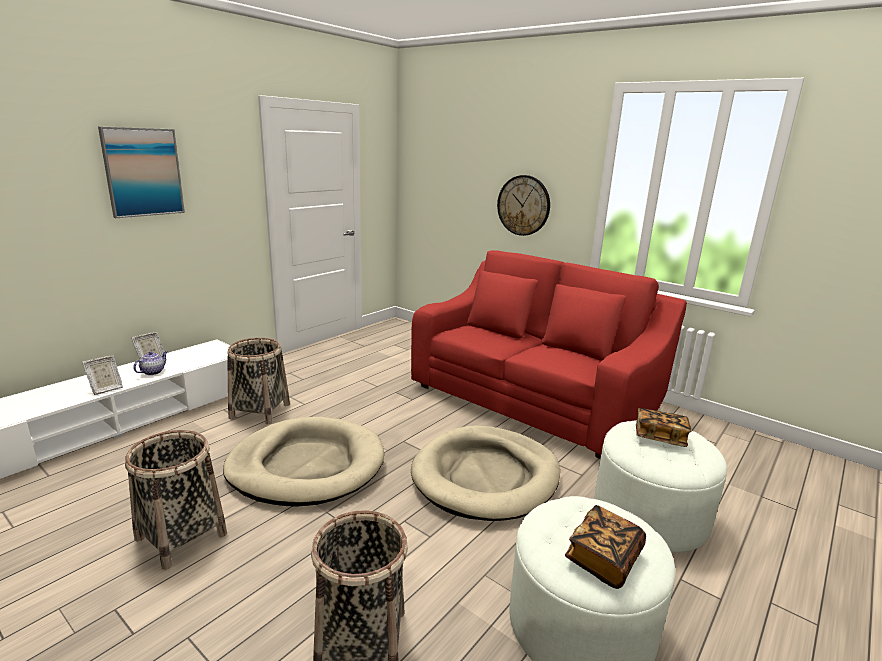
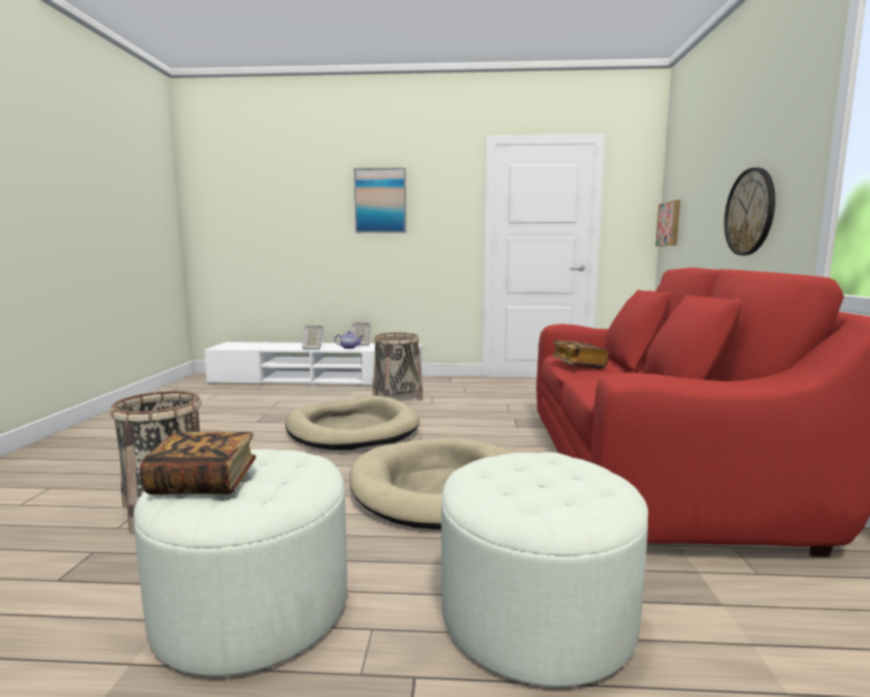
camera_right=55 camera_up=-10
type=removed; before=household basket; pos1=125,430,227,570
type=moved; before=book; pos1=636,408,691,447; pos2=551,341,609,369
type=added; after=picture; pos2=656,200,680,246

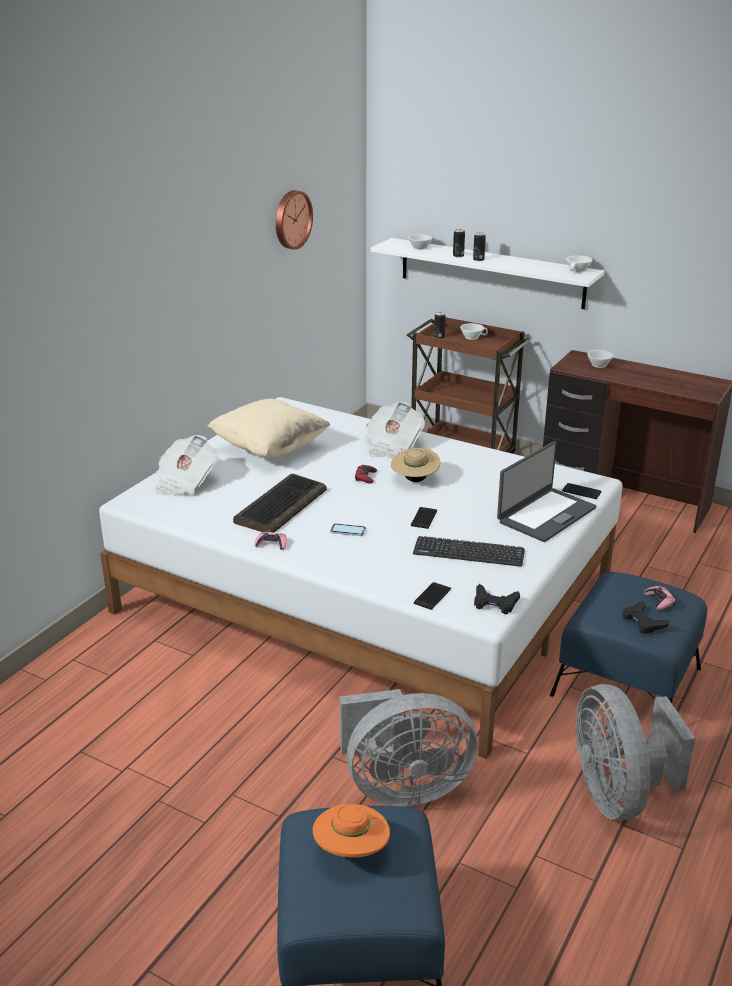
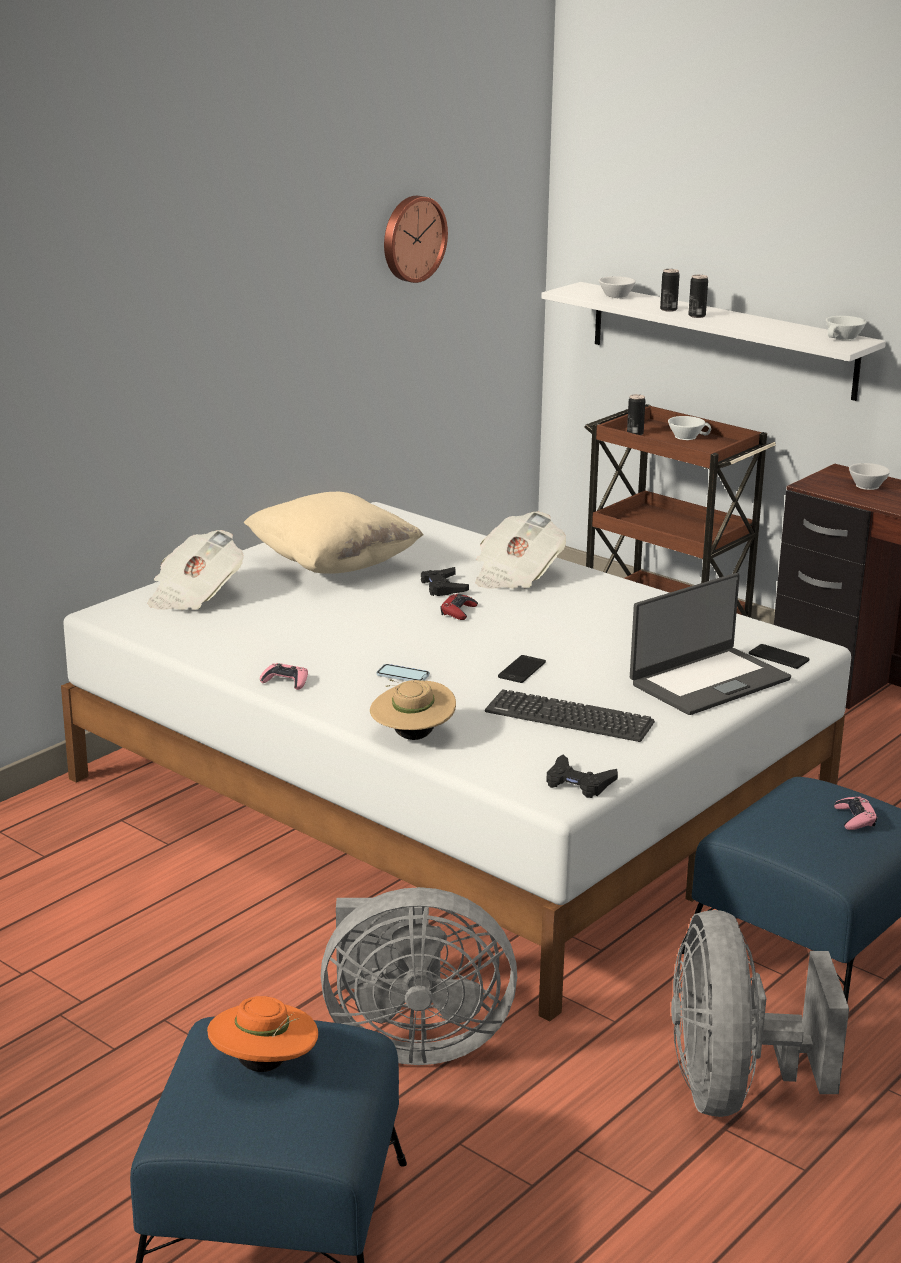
camera_right=10 camera_up=-5
type=removed; before=computer keyboard; pos1=233,474,327,533
type=moved; before=clothing hat in sand-coloured; pos1=391,447,440,482; pos2=370,679,456,740
type=removed; before=telephone; pos1=414,582,451,610
type=moved; before=gamepad in blackish; pos1=622,601,669,634; pos2=421,567,469,596

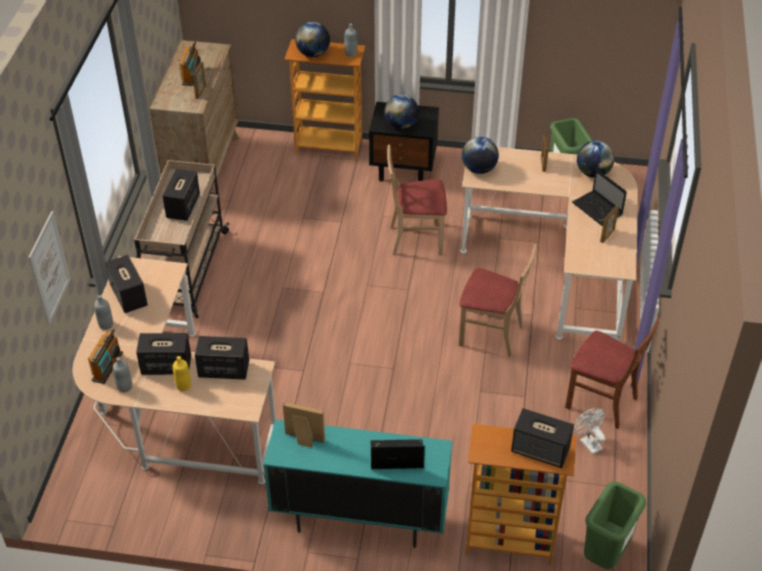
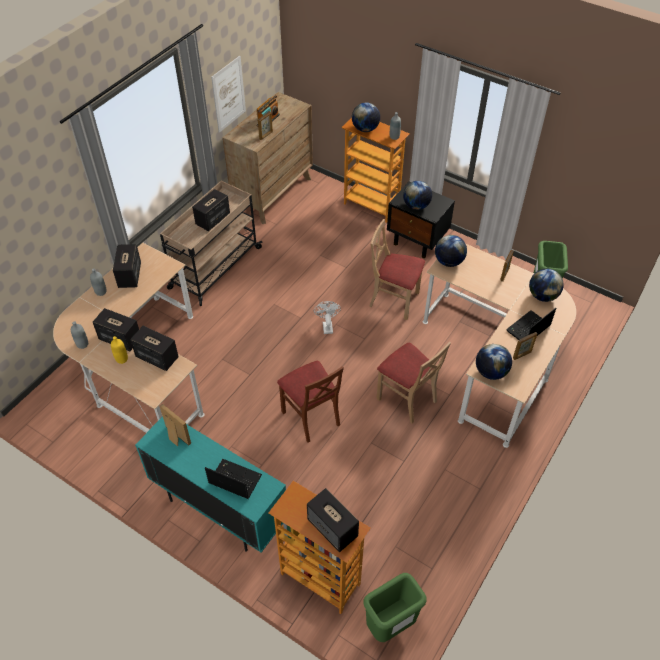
camera_right=25 camera_up=5
type=moved; before=picture; pos1=28,211,71,325; pos2=211,56,246,133
type=removed; before=radio; pos1=88,329,123,384
type=moved; before=plain chair in brownish; pos1=565,316,660,429; pos2=277,361,344,443
type=turned; before=notebook computer; pos1=572,169,627,226; pos2=506,308,556,340; turn=60
type=moved; before=fan in white; pos1=574,408,606,454; pos2=314,301,341,334
type=added; after=desk globe; pos2=476,344,512,380

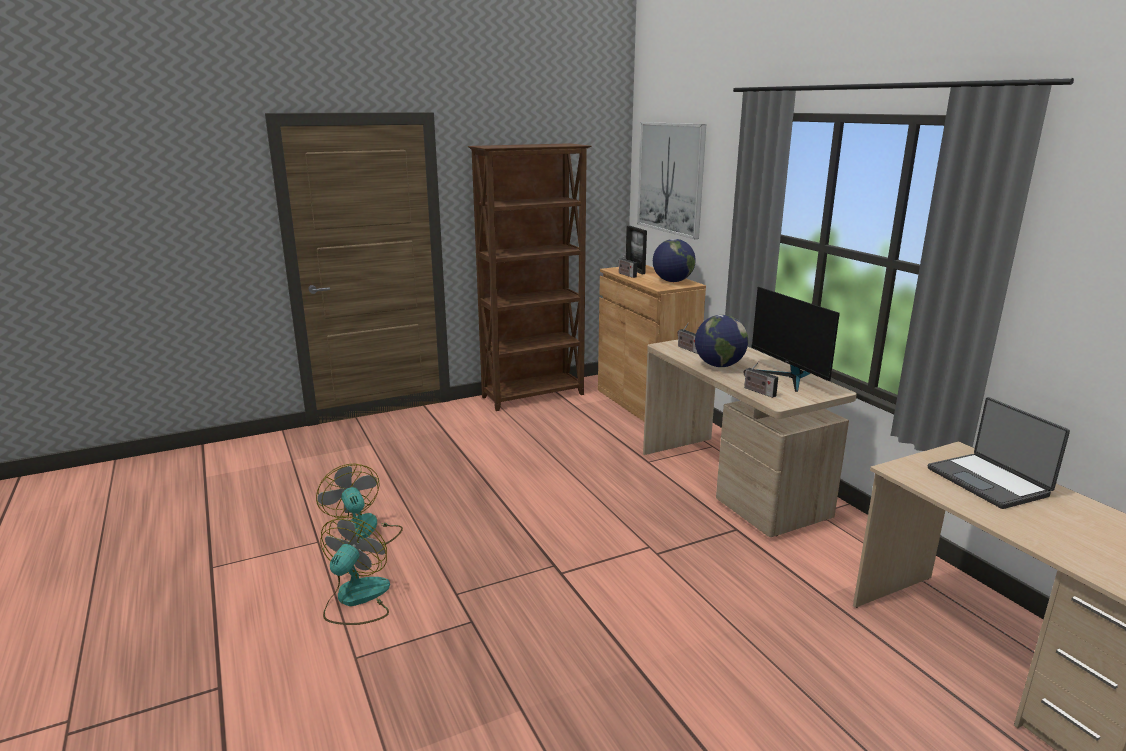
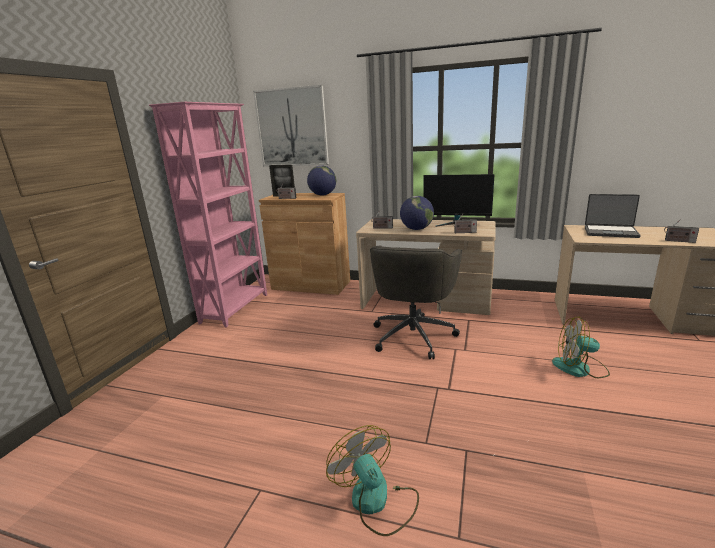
camera_right=-45 camera_up=0
type=moved; before=fan; pos1=316,464,403,552; pos2=552,317,610,378
type=recoloured; before=bookcase in brownish; after=bookcase in pink-coloured; pos1=468,143,591,411; pos2=149,102,267,327
type=added; after=office chair in greyish; pos2=370,245,462,359
type=added; after=radio; pos2=664,219,699,243

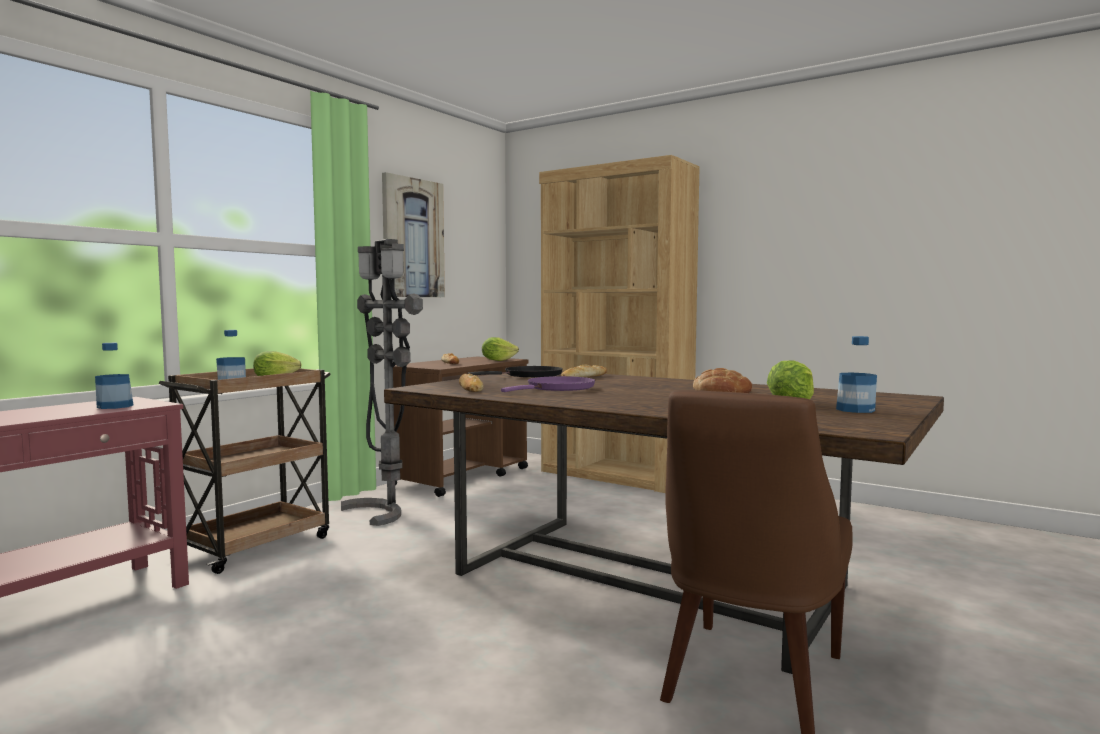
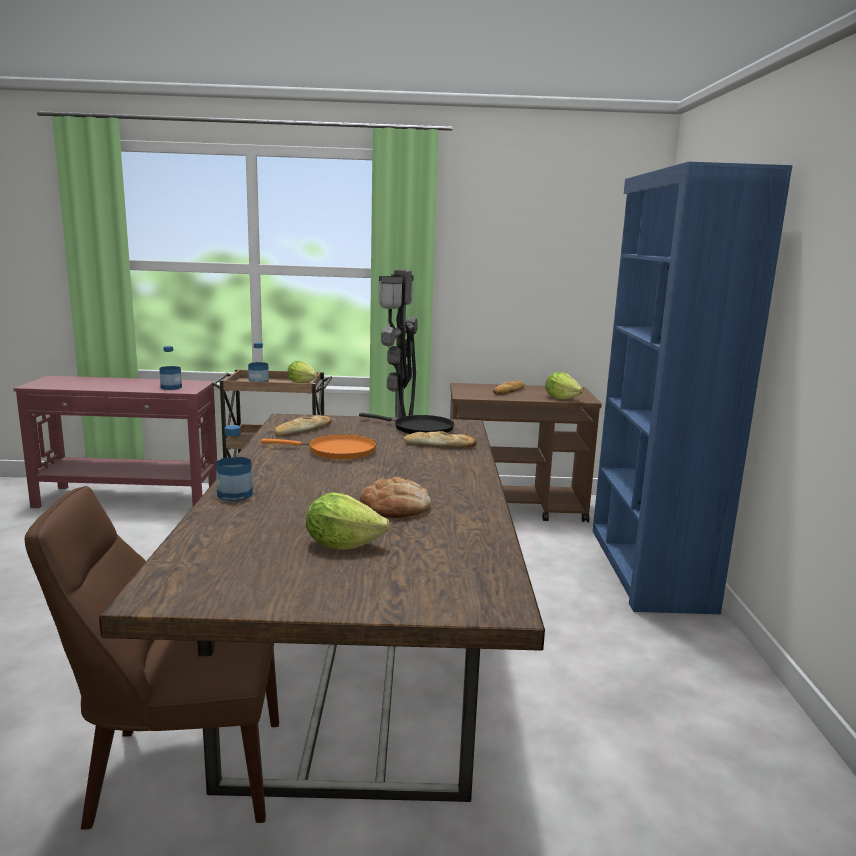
camera_right=55 camera_up=10
type=removed; before=picture; pos1=382,172,445,297
type=recoloured; before=frying pan in purplish; after=frying pan in orange; pos1=501,376,595,392; pos2=261,434,377,460
type=recoloured; before=bookcase in brownish; after=bookcase in blue; pos1=539,155,700,493; pos2=593,162,793,615
type=moved; before=beverage bottle; pos1=836,336,877,413; pos2=216,425,253,501

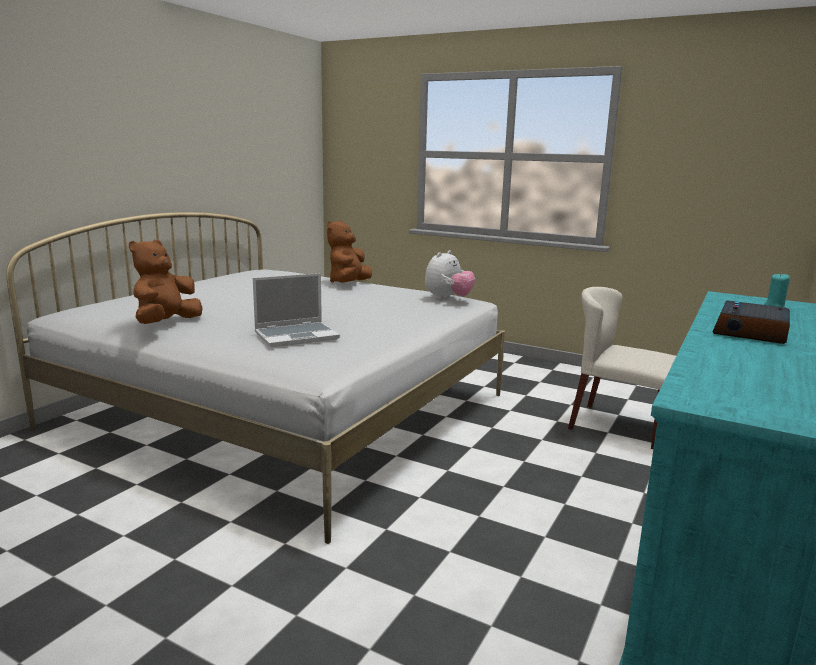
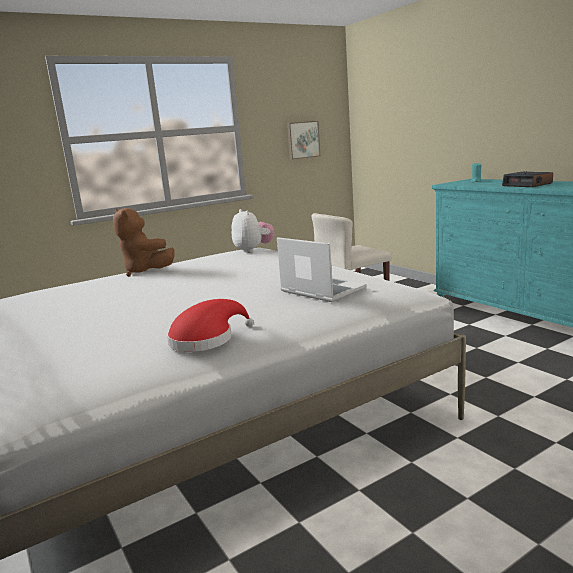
camera_right=-60 camera_up=0
type=replaced; before=plush toy in brownish; after=clothing hat in reddish; pos1=129,239,203,324; pos2=167,299,254,352
type=turned; before=notebook computer; pos1=253,273,340,347; pos2=277,237,367,302; turn=-45
type=added; after=picture; pos2=287,121,320,159

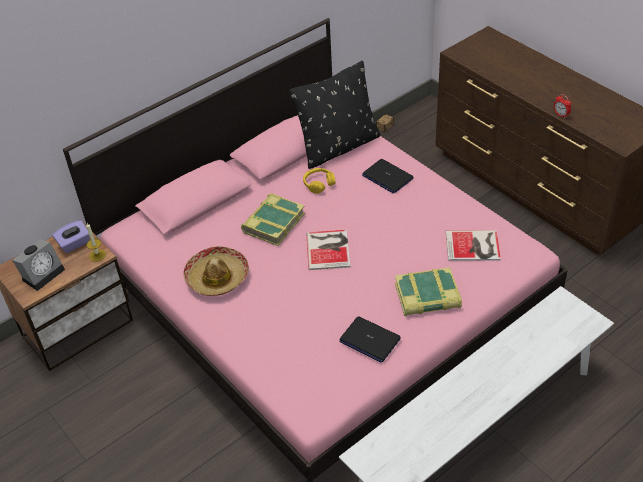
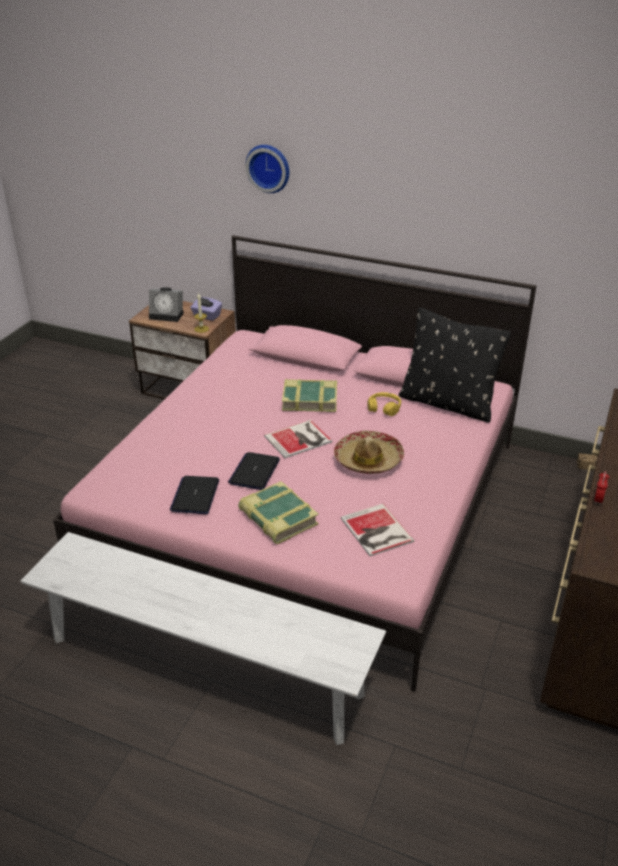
camera_right=60 camera_up=-10
type=moved; before=clothing hat; pos1=184,246,249,296; pos2=334,431,404,474
type=moved; before=notebook computer; pos1=362,159,414,193; pos2=228,452,280,490
type=added; after=clock on the wall; pos2=245,145,289,193

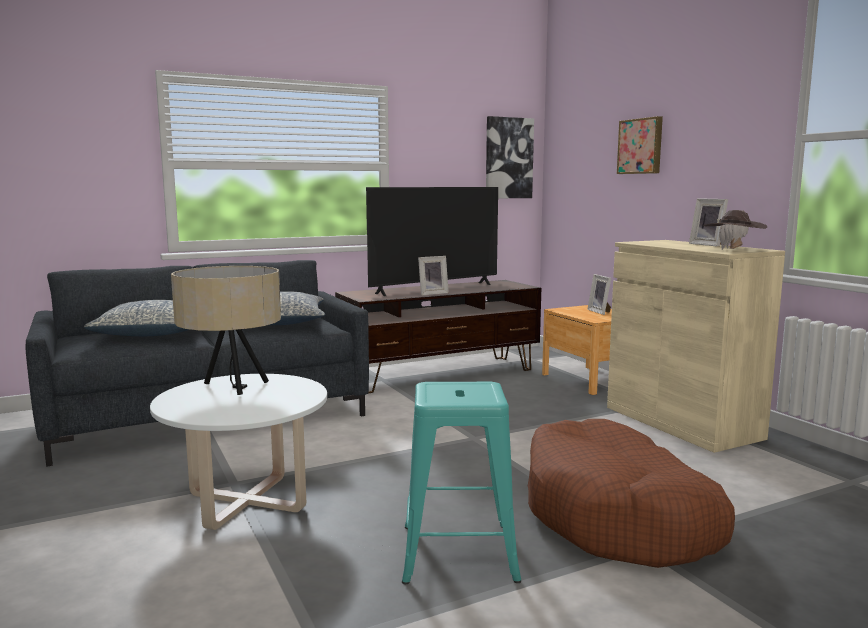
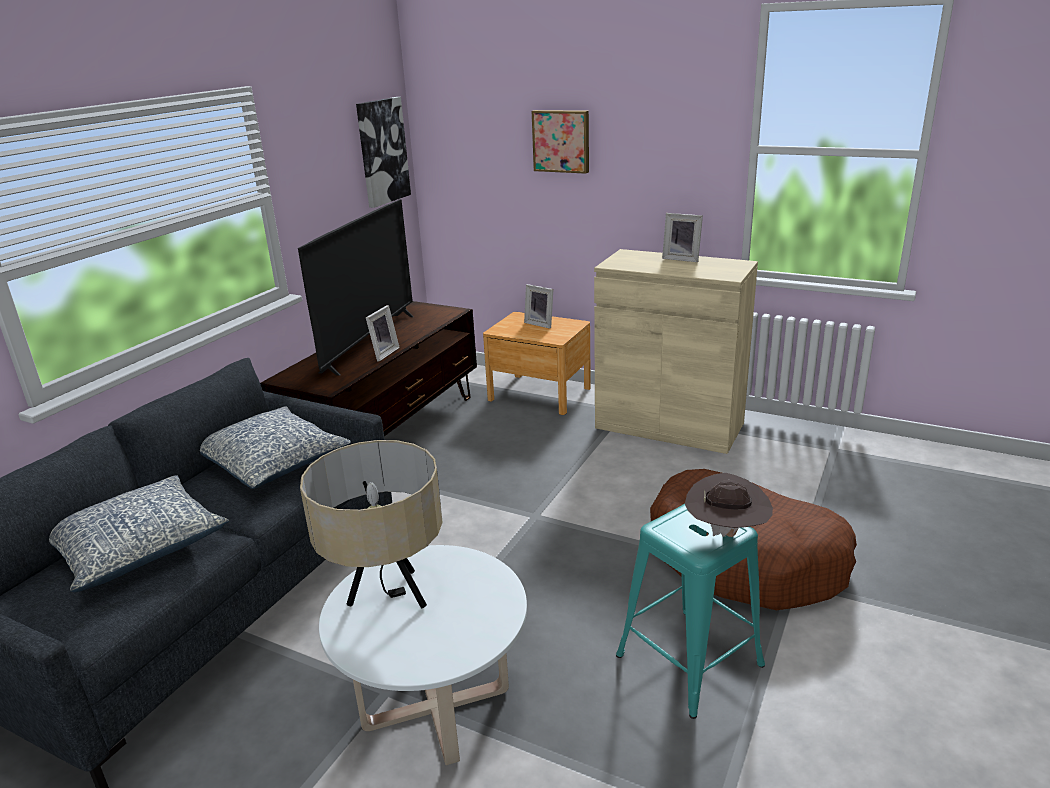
camera_right=-35 camera_up=15
type=moved; before=clothing hat in brownish; pos1=703,210,767,250; pos2=685,473,773,537

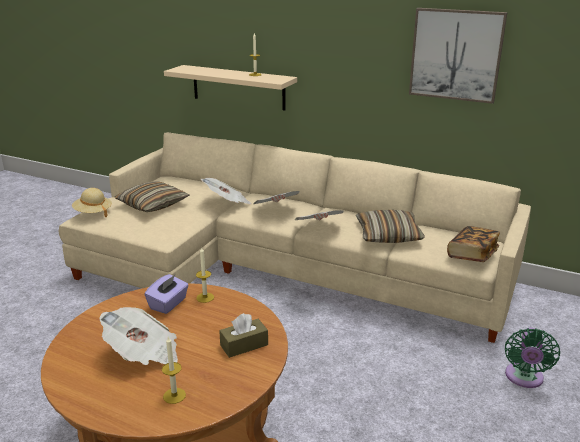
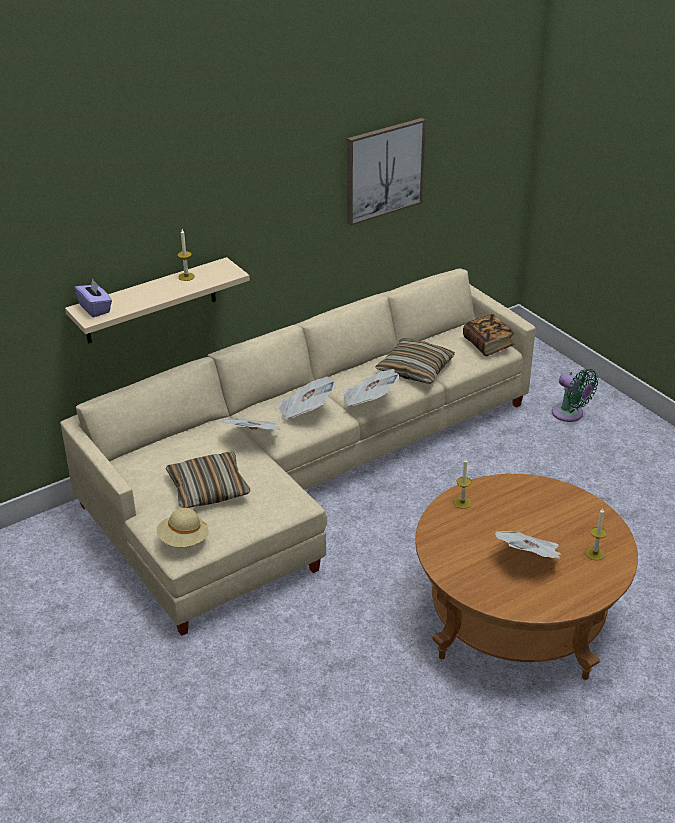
camera_right=-60 camera_up=10
type=moved; before=tissue box in purplish; pos1=144,274,189,314; pos2=74,278,112,318
type=removed; before=tissue box in brownish; pos1=219,313,268,358

